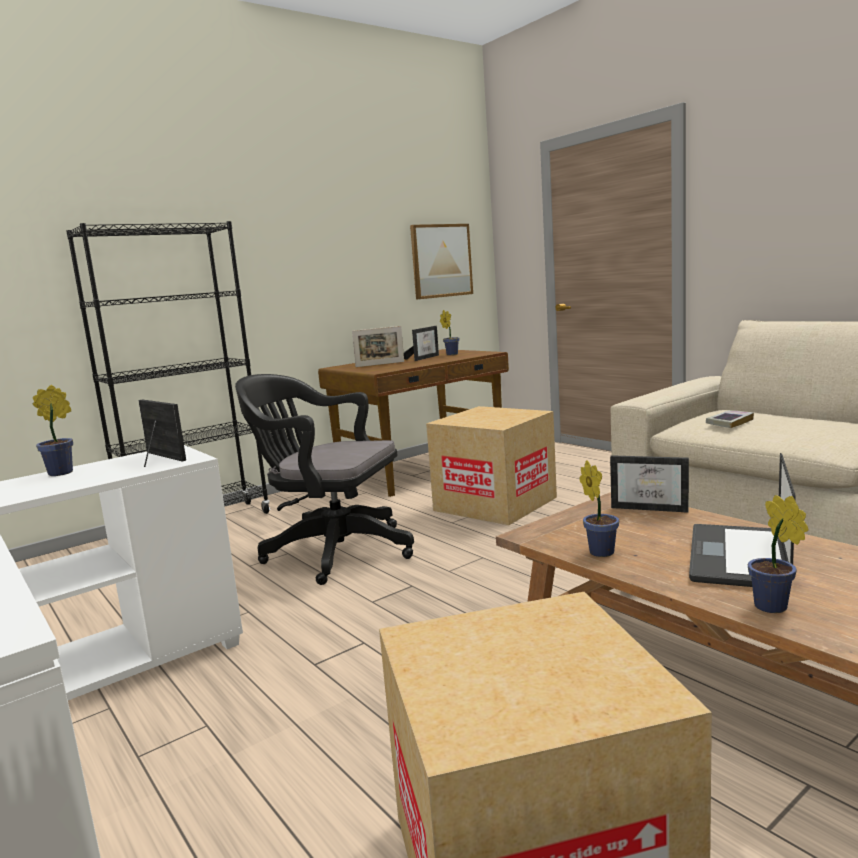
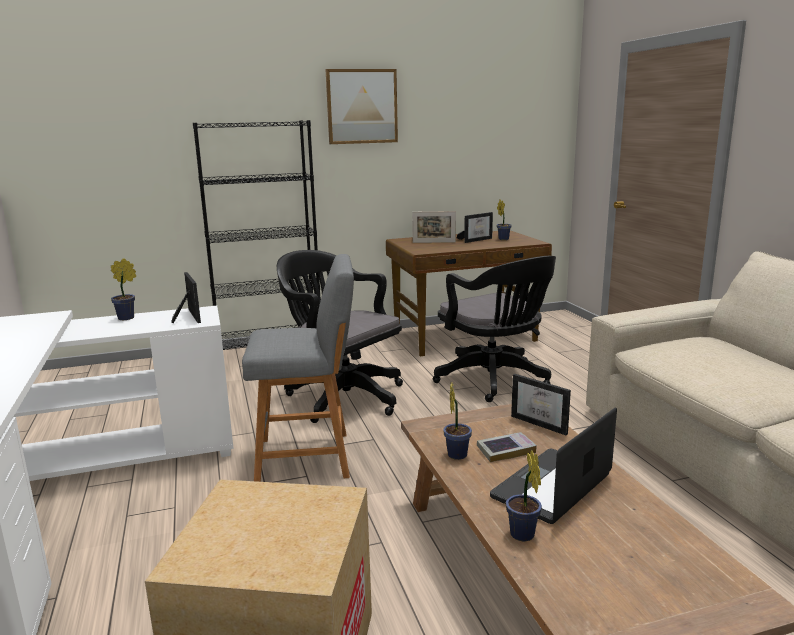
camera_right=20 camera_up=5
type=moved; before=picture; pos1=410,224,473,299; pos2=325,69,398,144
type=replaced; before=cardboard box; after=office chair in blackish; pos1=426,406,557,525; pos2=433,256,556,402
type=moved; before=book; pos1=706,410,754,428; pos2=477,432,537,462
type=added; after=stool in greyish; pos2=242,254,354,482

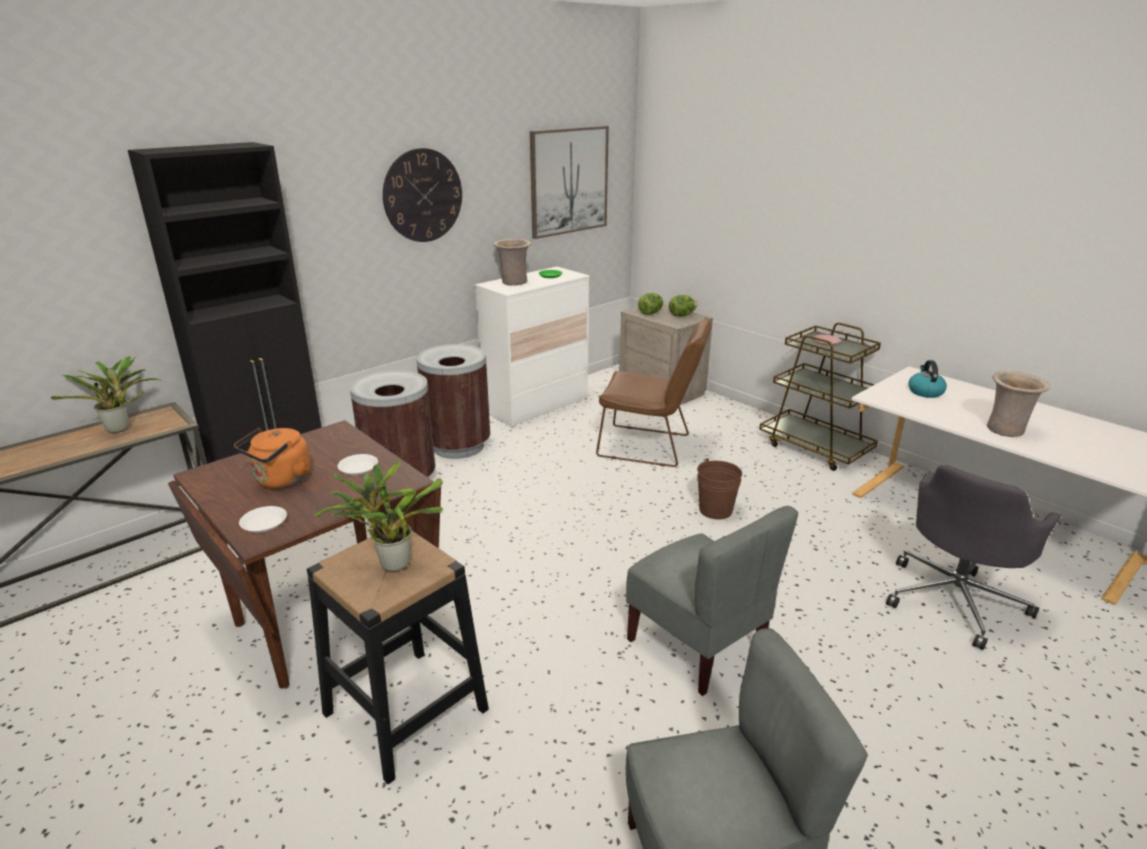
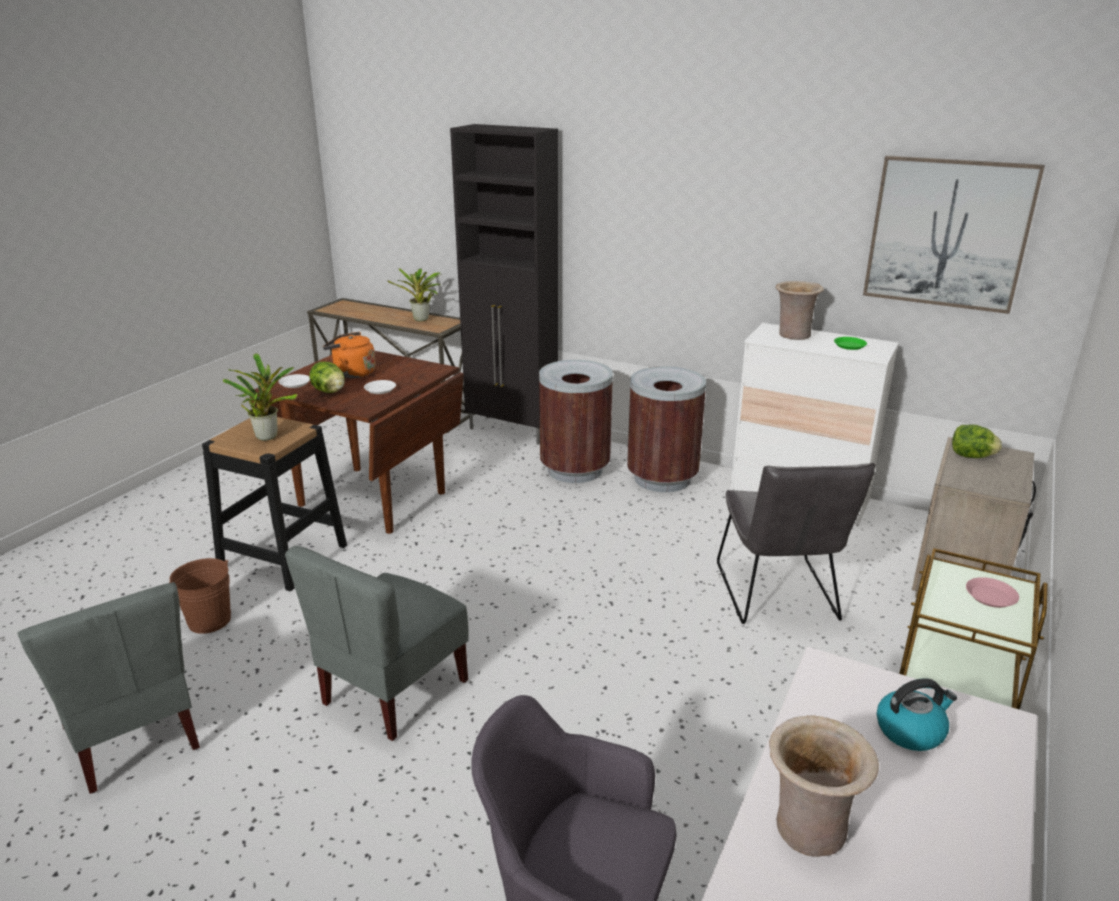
camera_right=70 camera_up=0
type=removed; before=clock on the wall; pos1=383,148,462,242
type=recoloured; before=plain chair in brownish; after=plain chair in greyish; pos1=596,318,712,467; pos2=717,462,876,624
type=moved; before=lettuce; pos1=669,295,697,317; pos2=309,362,345,393
type=moved; before=water bucket in brownish; pos1=697,458,742,519; pos2=169,558,231,634

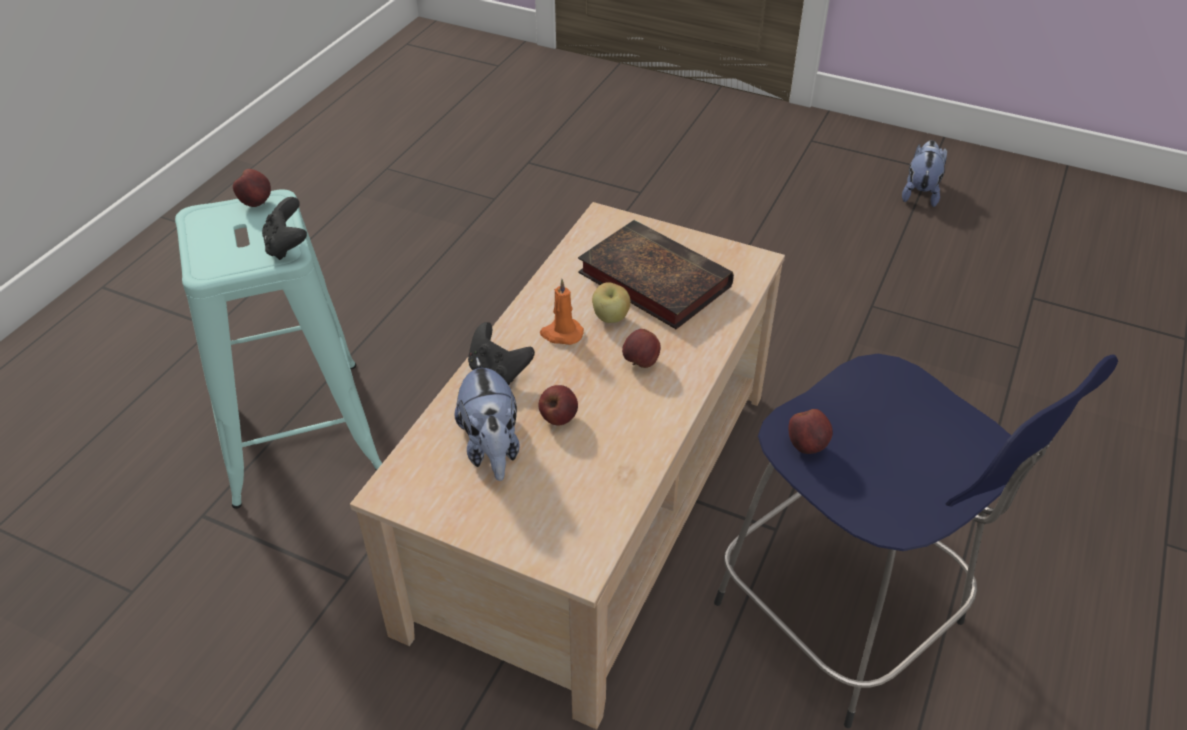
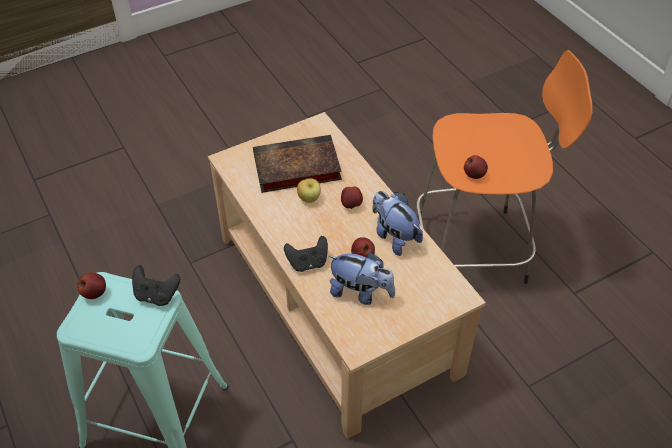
camera_right=-55 camera_up=5
type=removed; before=wax light in orange; pos1=540,279,584,345
type=recoloured; before=stool in blue; after=stool in orange; pos1=714,354,1118,728; pos2=416,50,593,284
type=moved; before=plush toy; pos1=902,140,947,207; pos2=373,191,423,256

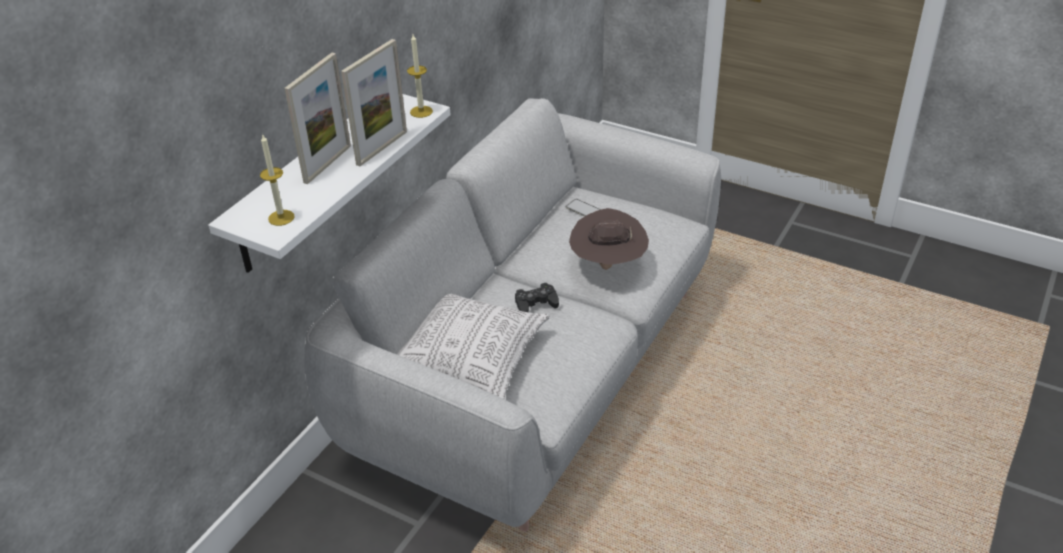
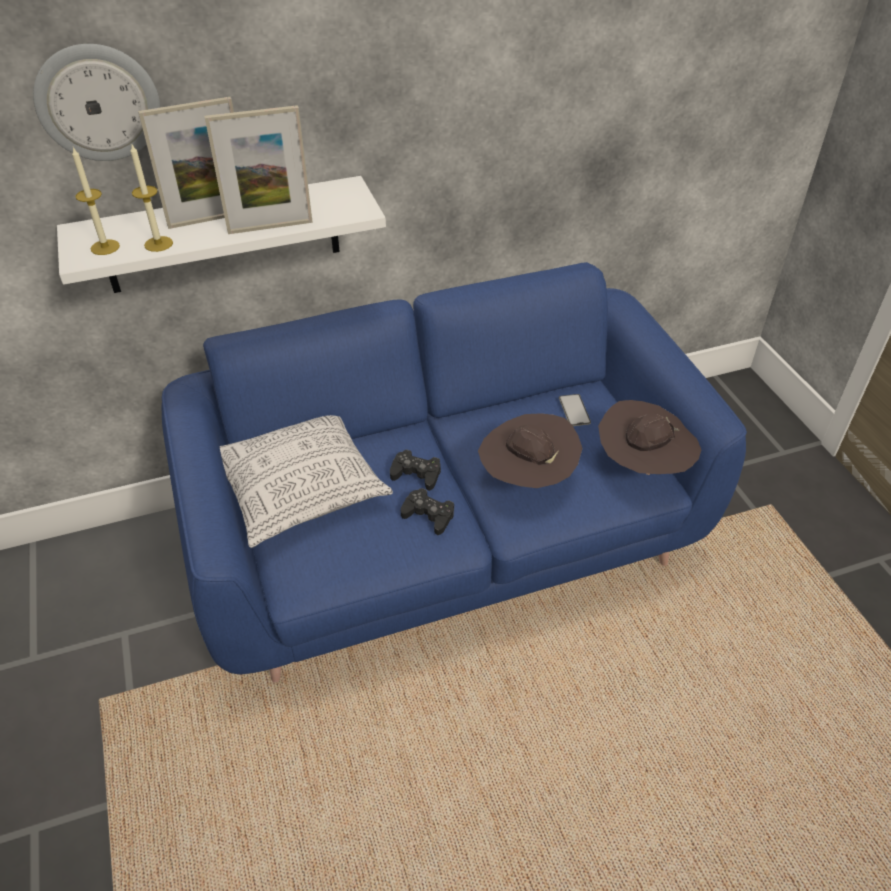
camera_right=40 camera_up=5
type=recoloured; before=sofa in greyish; after=sofa in blue; pos1=304,98,721,531; pos2=162,262,747,683
type=moved; before=wax light; pos1=407,34,433,118; pos2=130,143,173,252
type=added; after=clock on the wall; pos2=33,44,160,161
type=added; after=gamepad in blackish; pos2=401,488,454,535
type=added; after=clothing hat in brownish; pos2=598,400,701,475

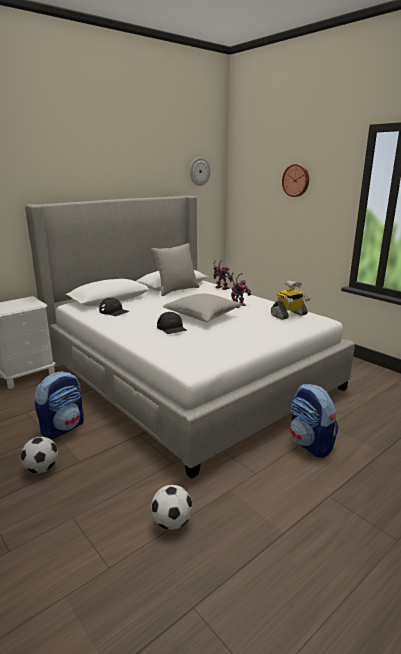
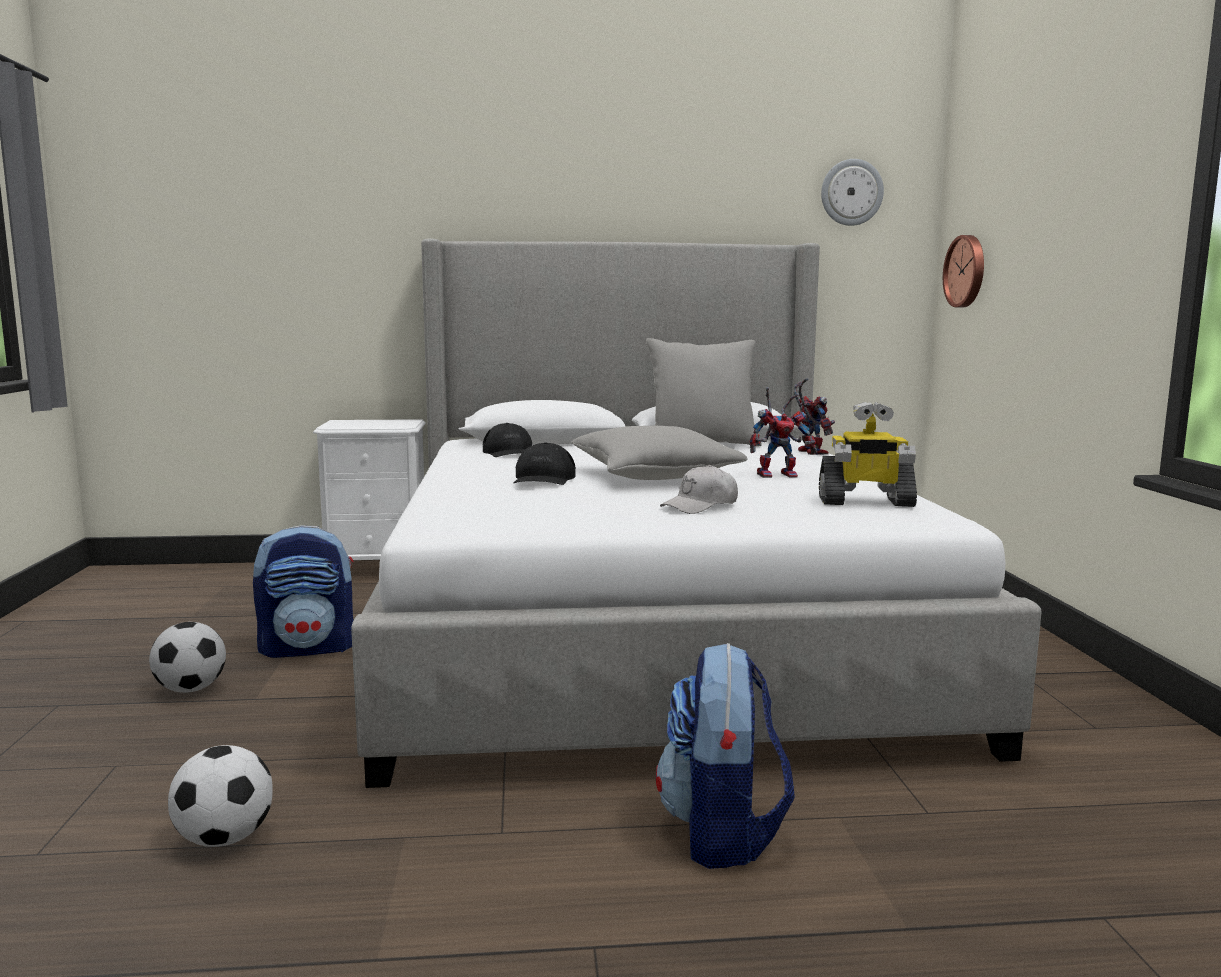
camera_right=35 camera_up=-10
type=moved; before=clock on the wall; pos1=282,164,309,197; pos2=943,235,984,307
type=added; after=cap in white; pos2=660,465,738,514

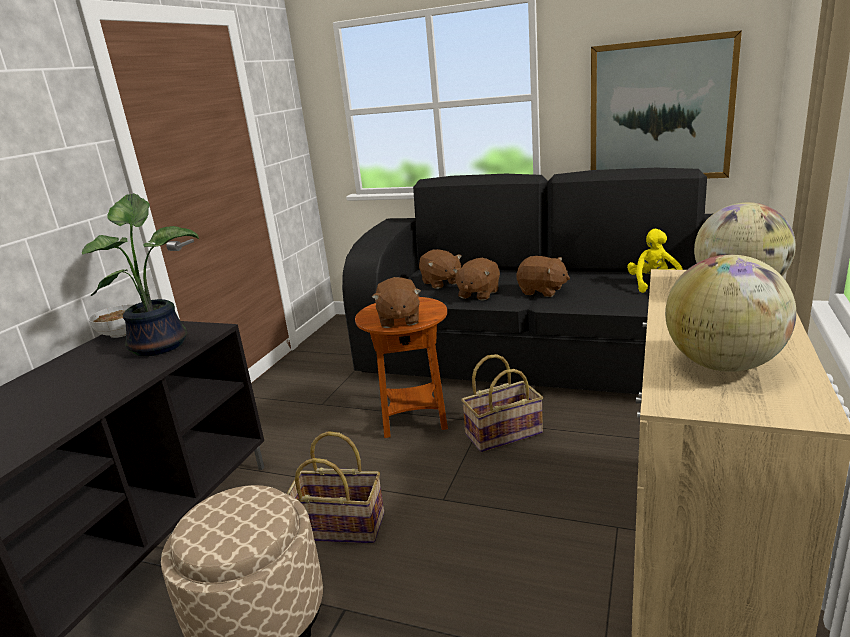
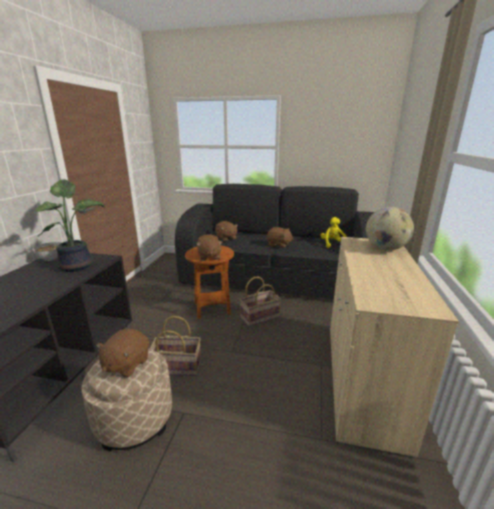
camera_right=-10 camera_up=0
type=moved; before=plush toy in brownish; pos1=453,258,500,300; pos2=96,329,149,378
type=removed; before=picture; pos1=591,30,742,178
type=removed; before=desk globe; pos1=665,255,796,372

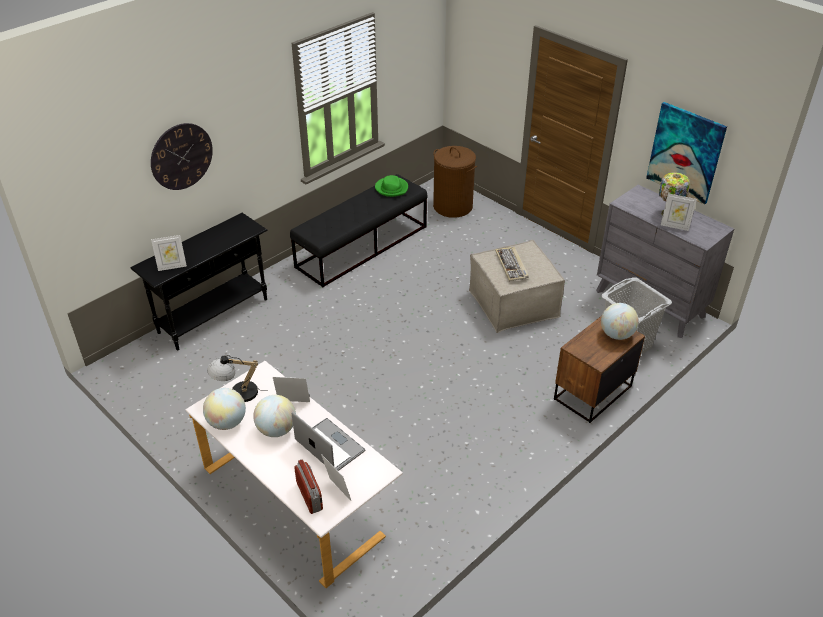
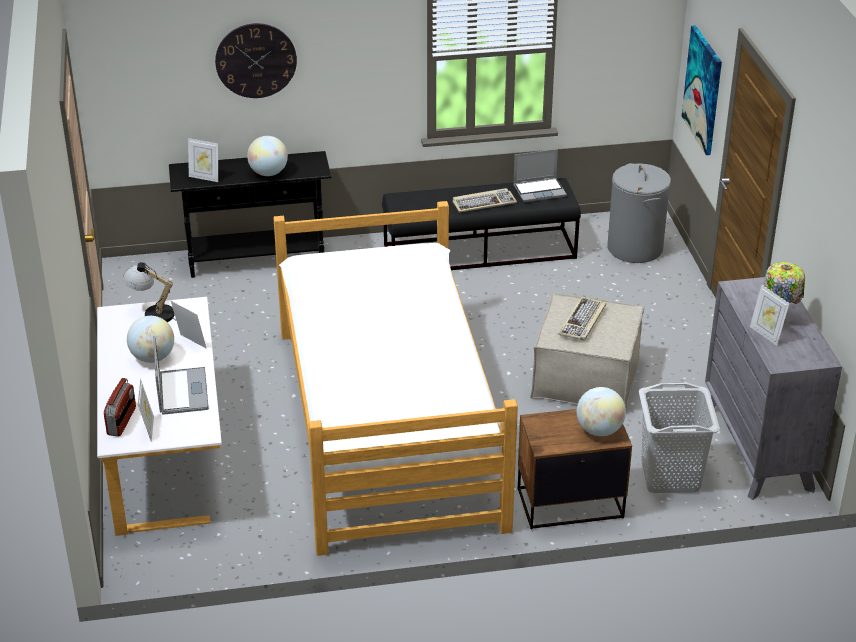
camera_right=35 camera_up=-5
type=moved; before=desk globe; pos1=203,388,246,430; pos2=247,136,288,176
type=replaced; before=clothing hat in green; after=notebook computer; pos1=375,175,408,197; pos2=513,149,567,202
type=recoloured; before=washing basket in brownish; after=washing basket in greyish; pos1=433,146,477,218; pos2=607,163,671,263
type=moved; before=picture; pos1=646,102,727,205; pos2=682,25,722,155
type=added; after=bed; pos2=273,201,518,556
type=added; after=computer keyboard; pos2=453,188,517,213

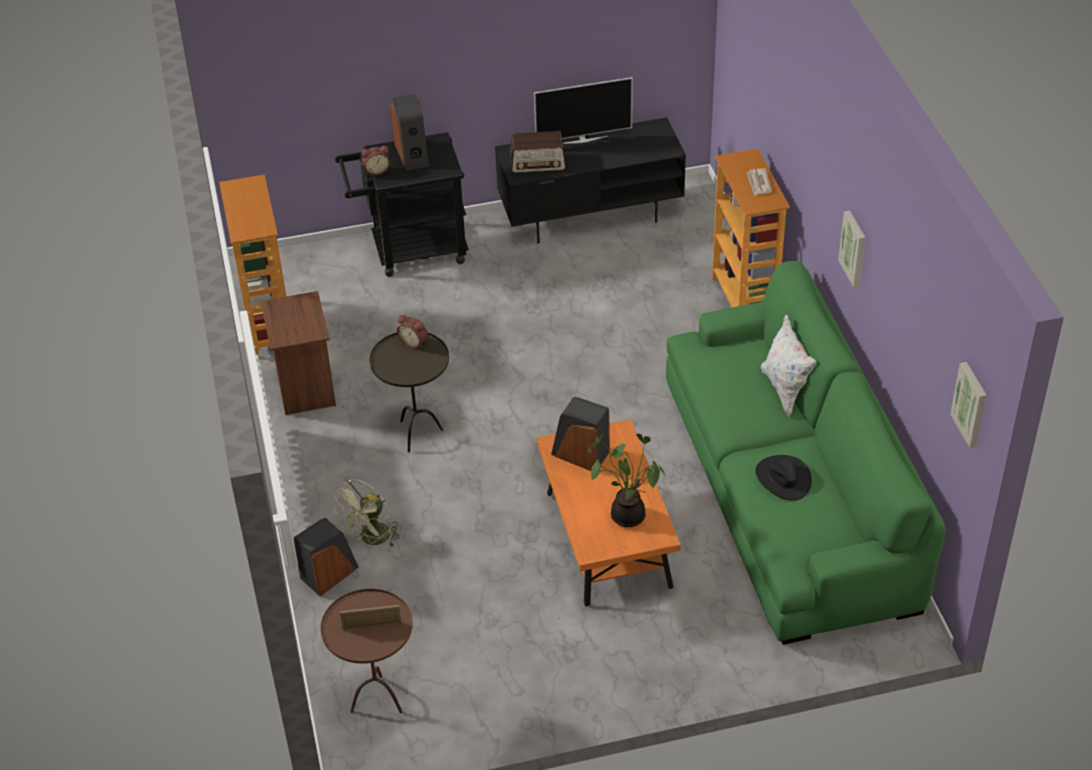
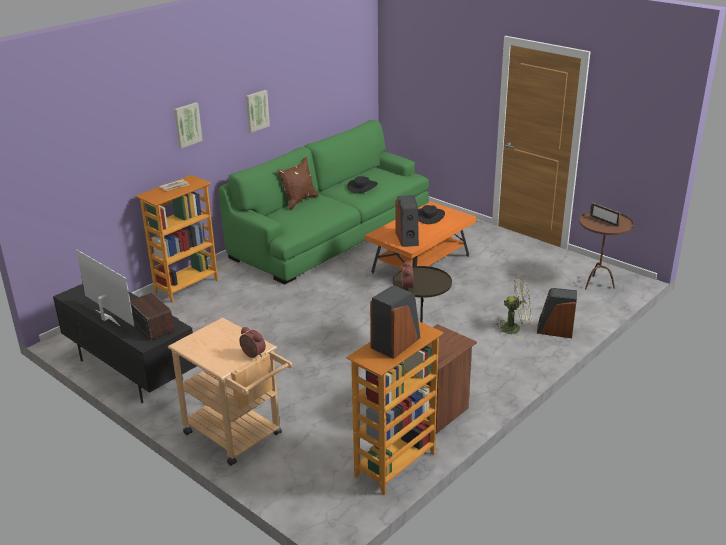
camera_right=-125 camera_up=-15
type=recoloured; before=cart in blackish; after=cart in sand-coloured; pos1=335,132,469,277; pos2=168,318,293,466
type=moved; before=audio speaker; pos1=390,94,429,171; pos2=370,285,420,359
type=replaced; before=plant in a pot; after=clothing hat in blackish; pos1=588,433,665,527; pos2=418,205,445,224
type=recoloured; before=cushion in white; after=cushion in brownish; pos1=761,315,817,417; pos2=277,157,319,210
type=moved; before=picture; pos1=950,362,987,448; pos2=174,102,203,148

